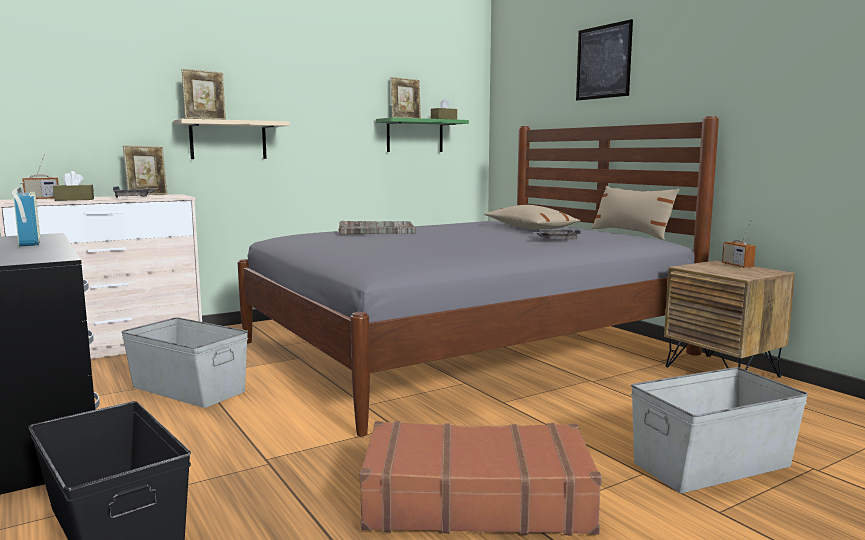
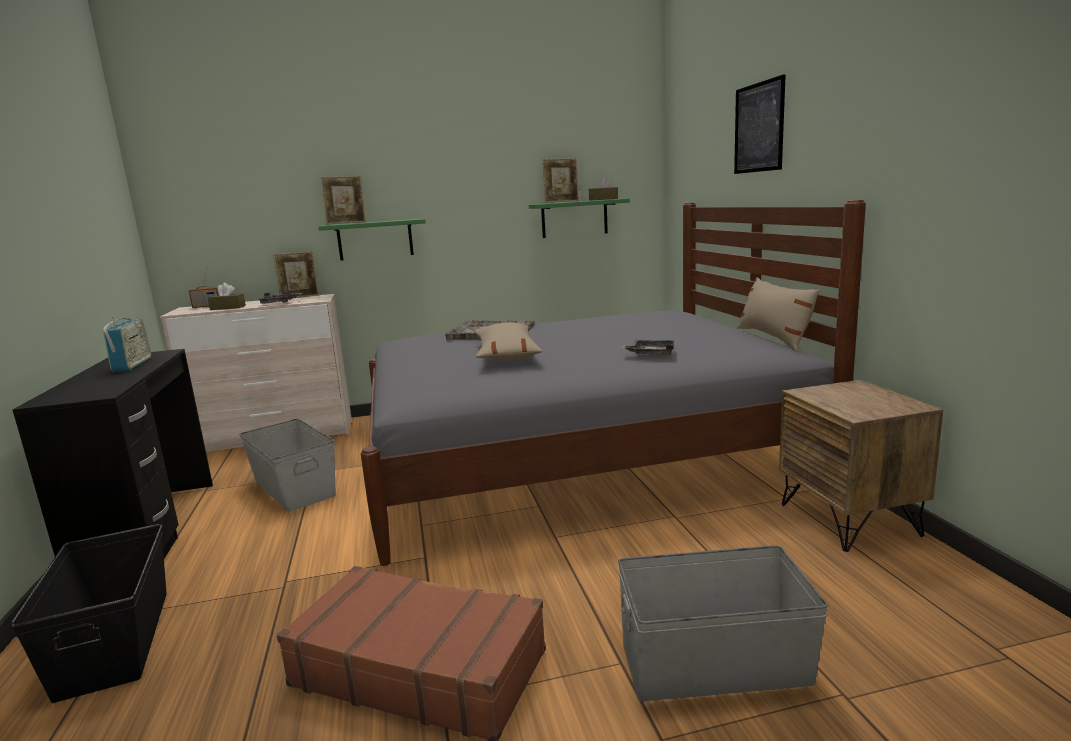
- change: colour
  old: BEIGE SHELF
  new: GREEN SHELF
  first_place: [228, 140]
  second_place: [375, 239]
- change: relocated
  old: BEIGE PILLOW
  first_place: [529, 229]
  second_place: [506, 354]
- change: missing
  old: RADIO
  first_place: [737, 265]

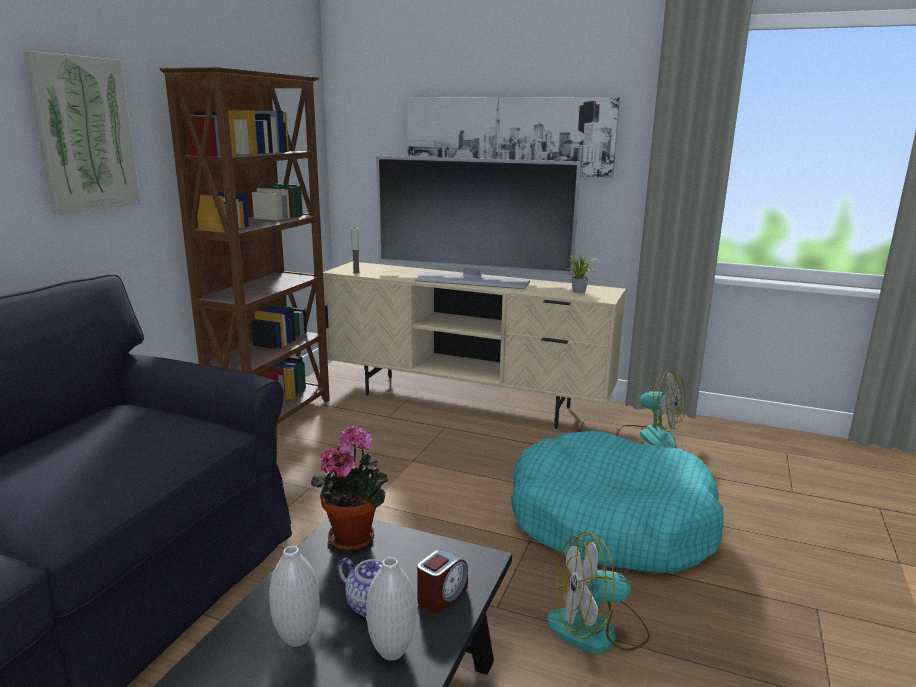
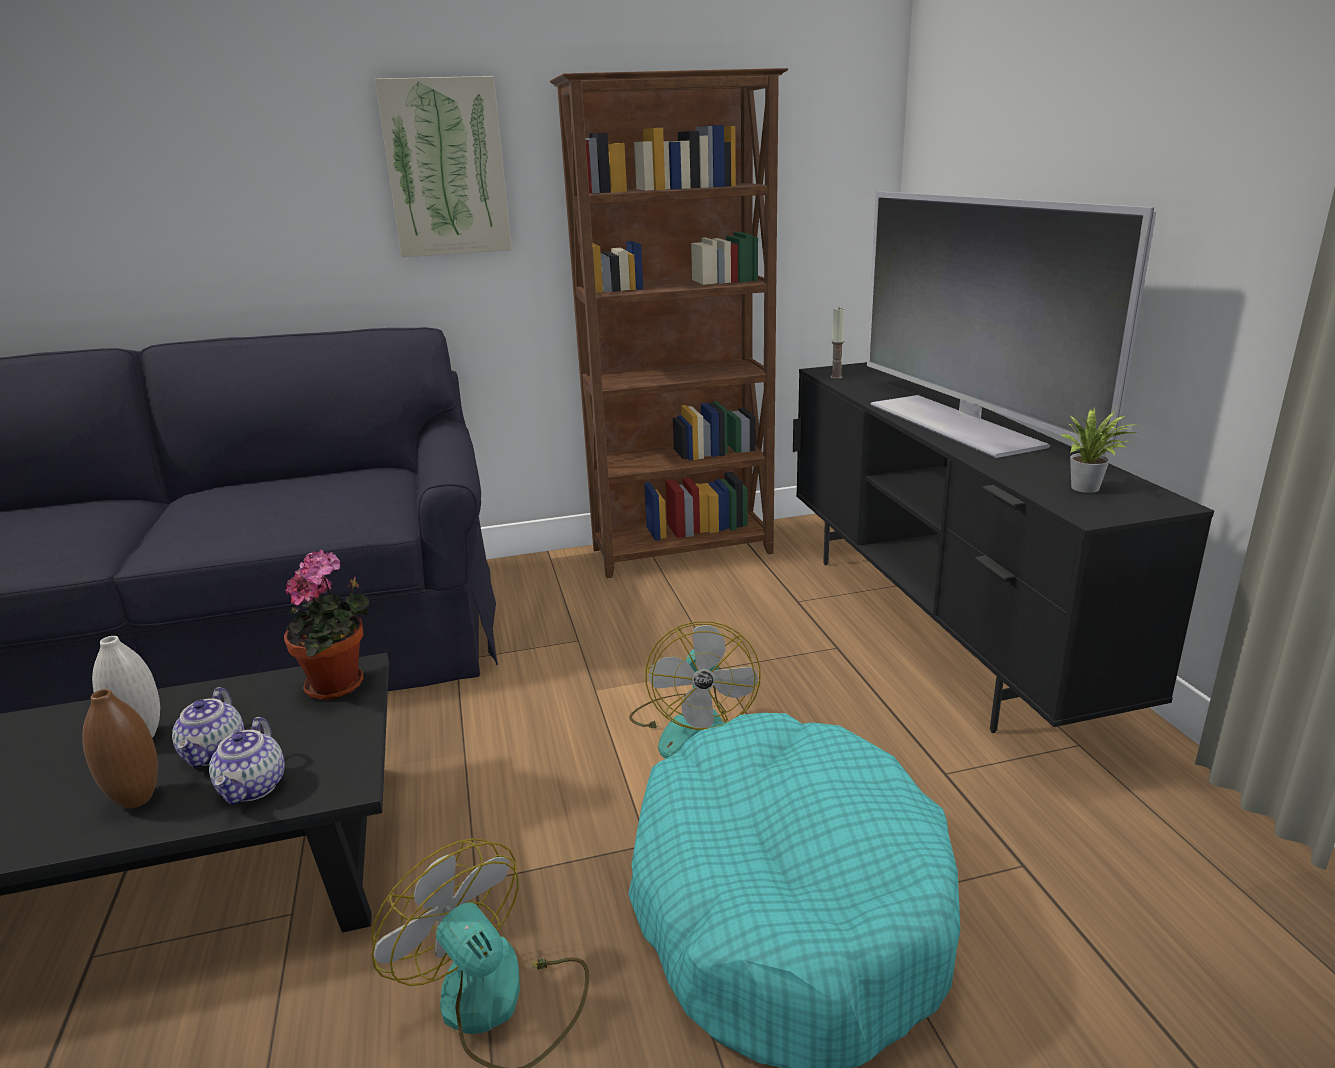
- change: colour
  old: BEIGE TV STAND
  new: BLACK TV STAND
  first_place: [467, 401]
  second_place: [936, 628]
- change: colour
  old: WHITE VASE
  new: BROWN VASE
  first_place: [392, 652]
  second_place: [137, 799]
- change: missing
  old: PICTURE
  first_place: [507, 135]
- change: exchanged
  old: ALARM CLOCK
  new: TEAPOT
  first_place: [442, 596]
  second_place: [254, 787]
- change: relocated
  old: FAN
  first_place: [648, 437]
  second_place: [691, 725]

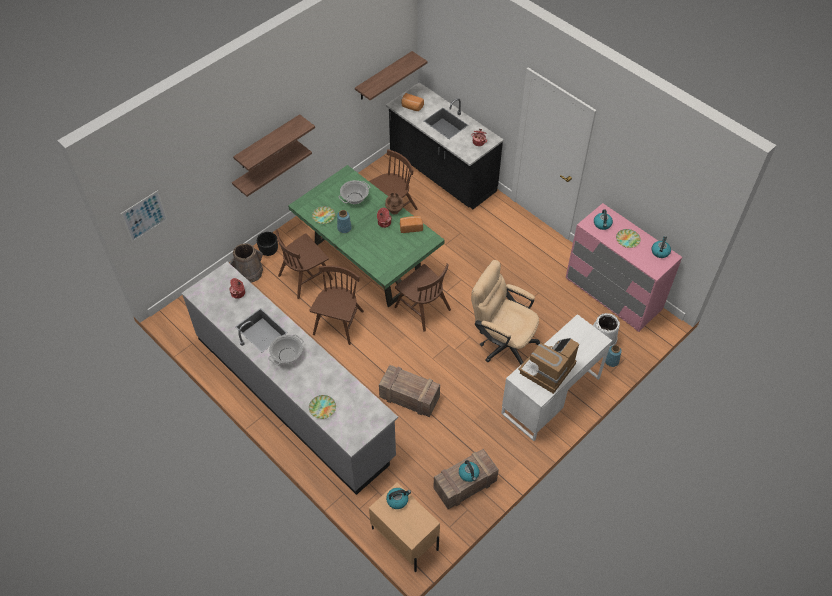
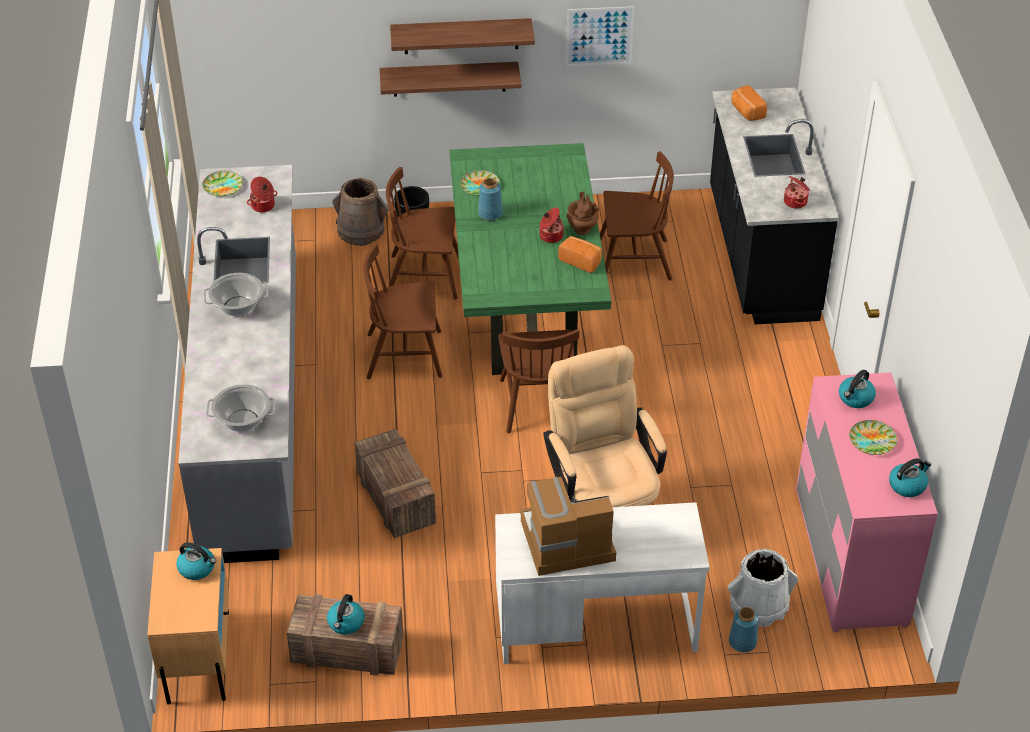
- change: relocated
  old: PICTURE
  first_place: [144, 216]
  second_place: [599, 36]
- change: spun
  old: BROWN CHAIR
  first_place: [338, 323]
  second_place: [405, 355]
  degrees: -150
- change: relocated
  old: PLATE
  first_place: [322, 408]
  second_place: [223, 186]
- change: relocated
  old: COOKING POT
  first_place: [355, 198]
  second_place: [243, 420]
- change: missing
  old: SHELF
  first_place: [384, 76]

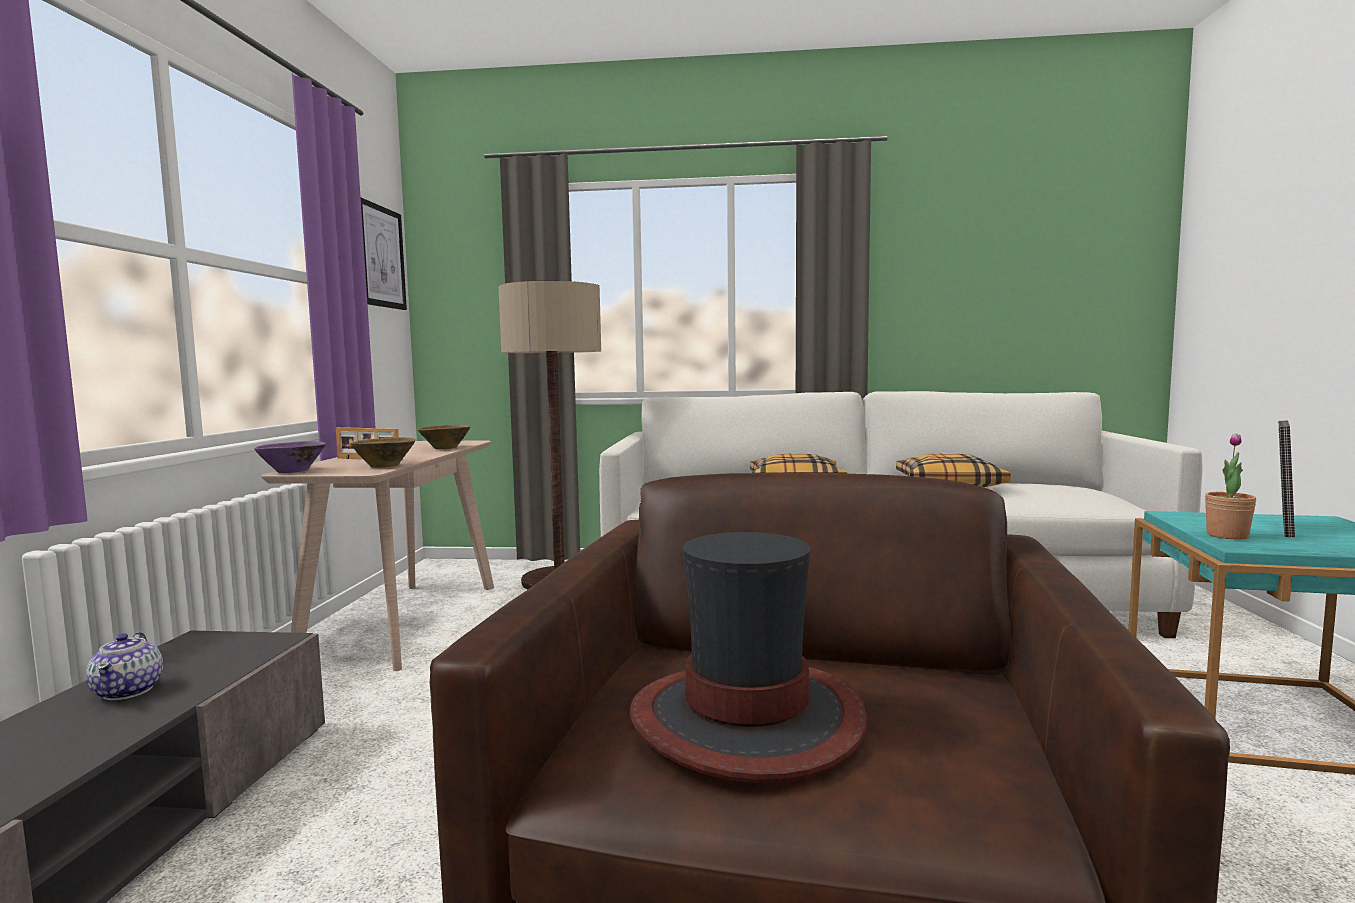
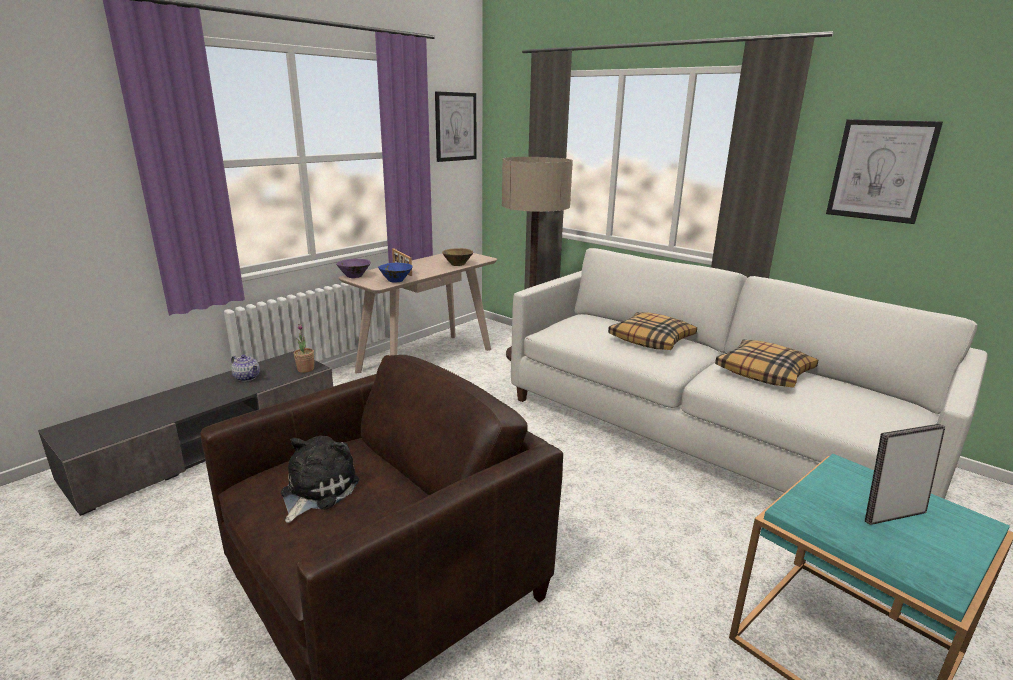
- change: spun
  old: TEAPOT
  first_place: [129, 691]
  second_place: [247, 377]
  degrees: -75
- change: colour
  old: BROWN BOWL
  new: BLUE BOWL
  first_place: [385, 466]
  second_place: [396, 280]
- change: exchanged
  old: HAT
  new: PLUSH TOY
  first_place: [747, 719]
  second_place: [316, 490]
- change: relocated
  old: POTTED PLANT
  first_place: [1227, 536]
  second_place: [305, 369]
- change: appeared
  new: PICTURE
  second_place: [880, 170]

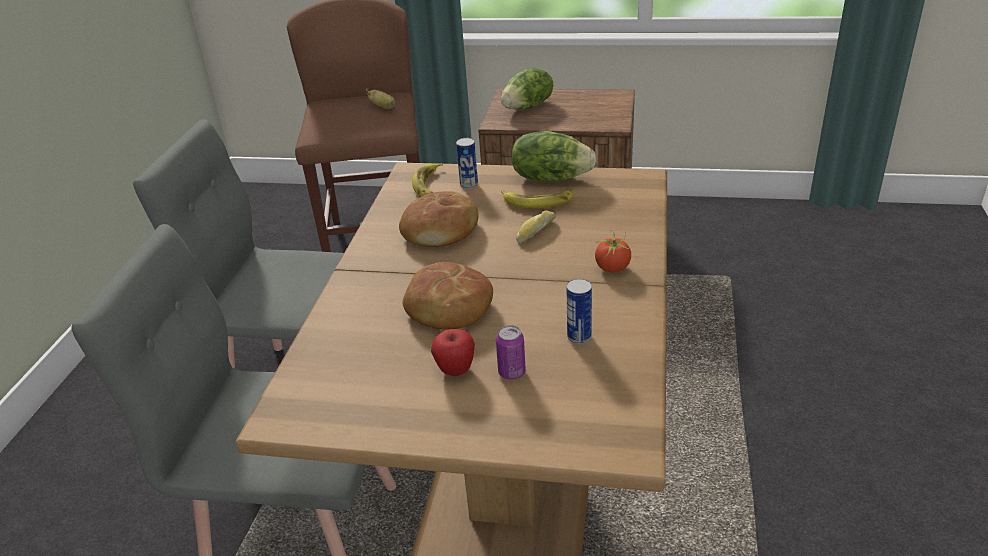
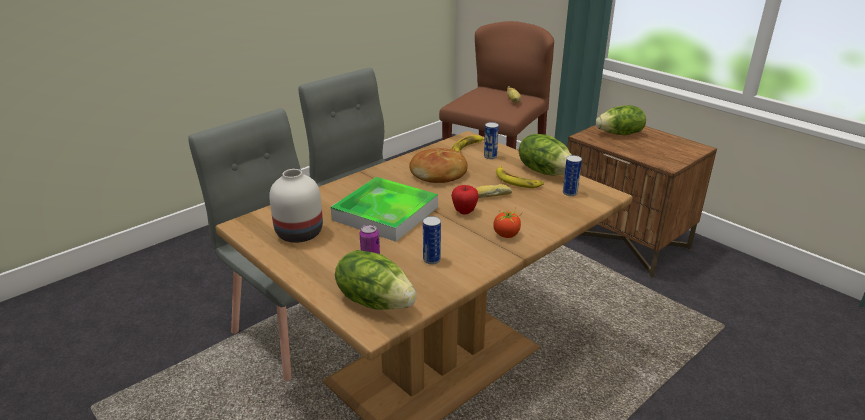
- change: exchanged
  old: BREAD
  new: TRAY
  first_place: [448, 308]
  second_place: [385, 213]
- change: relocated
  old: APPLE
  first_place: [455, 370]
  second_place: [464, 211]
- change: appeared
  new: WHITE VASE
  second_place: [299, 234]
- change: appeared
  new: LETTUCE
  second_place: [375, 301]
- change: appeared
  new: CAN
  second_place: [569, 193]

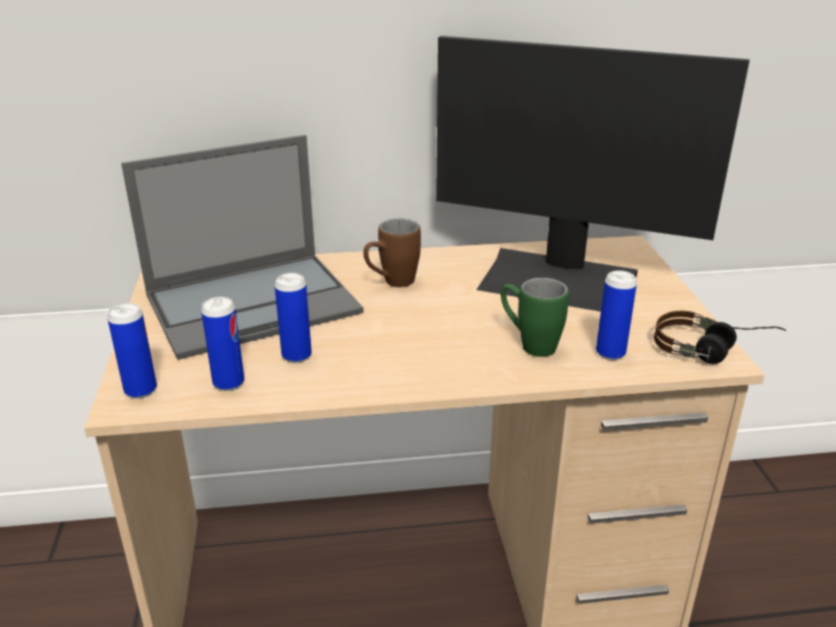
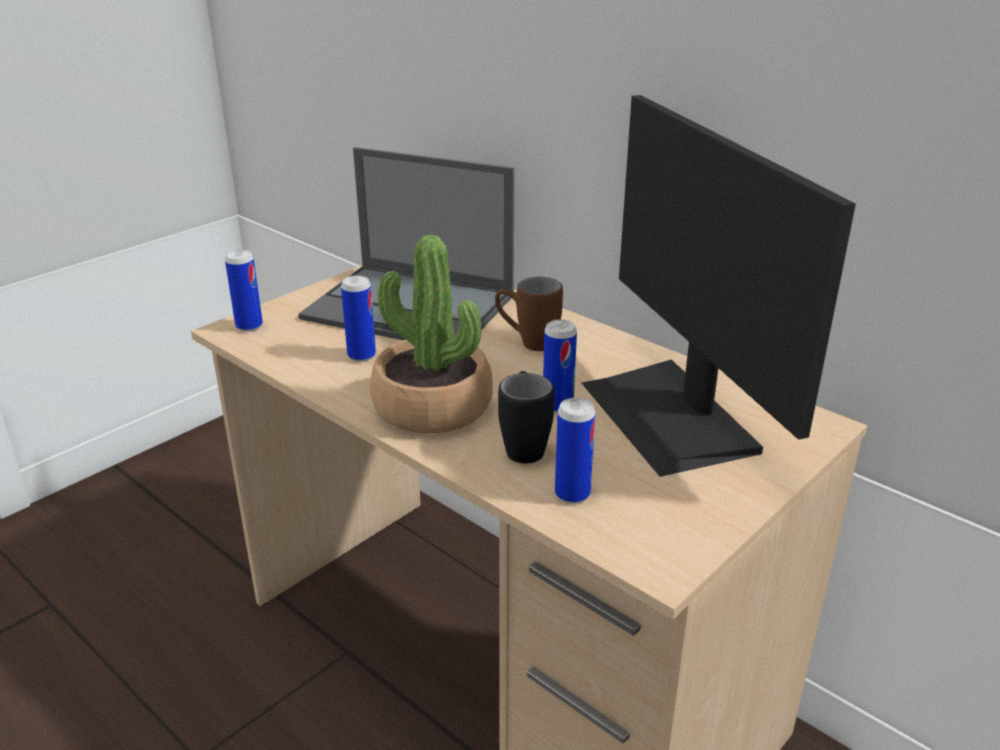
- change: relocated
  old: CAN
  first_place: [228, 383]
  second_place: [557, 406]
- change: colour
  old: GREEN MUG
  new: BLACK MUG
  first_place: [529, 344]
  second_place: [524, 445]
- change: missing
  old: HEADPHONES
  first_place: [712, 352]
- change: appeared
  new: POTTED PLANT
  second_place: [432, 406]

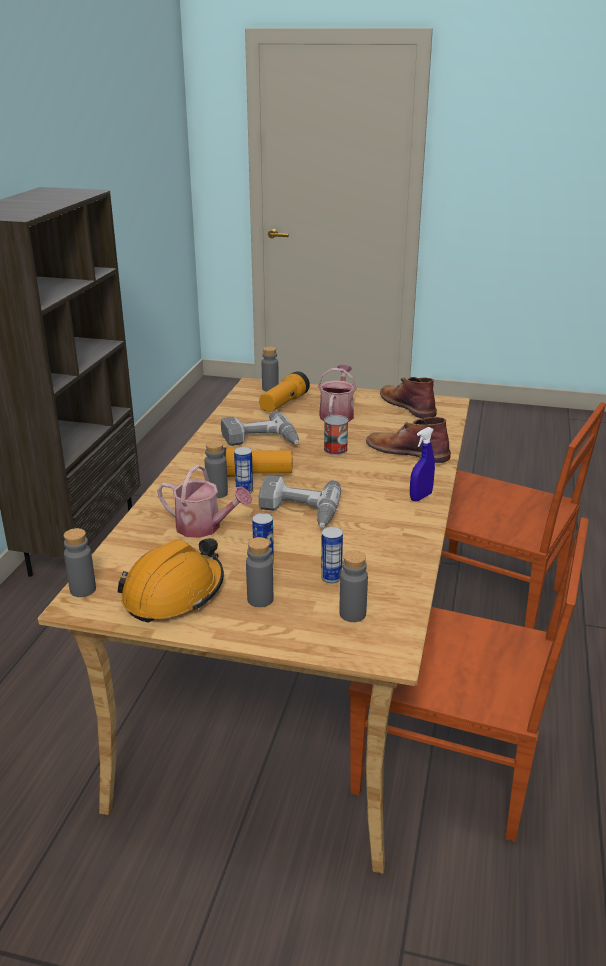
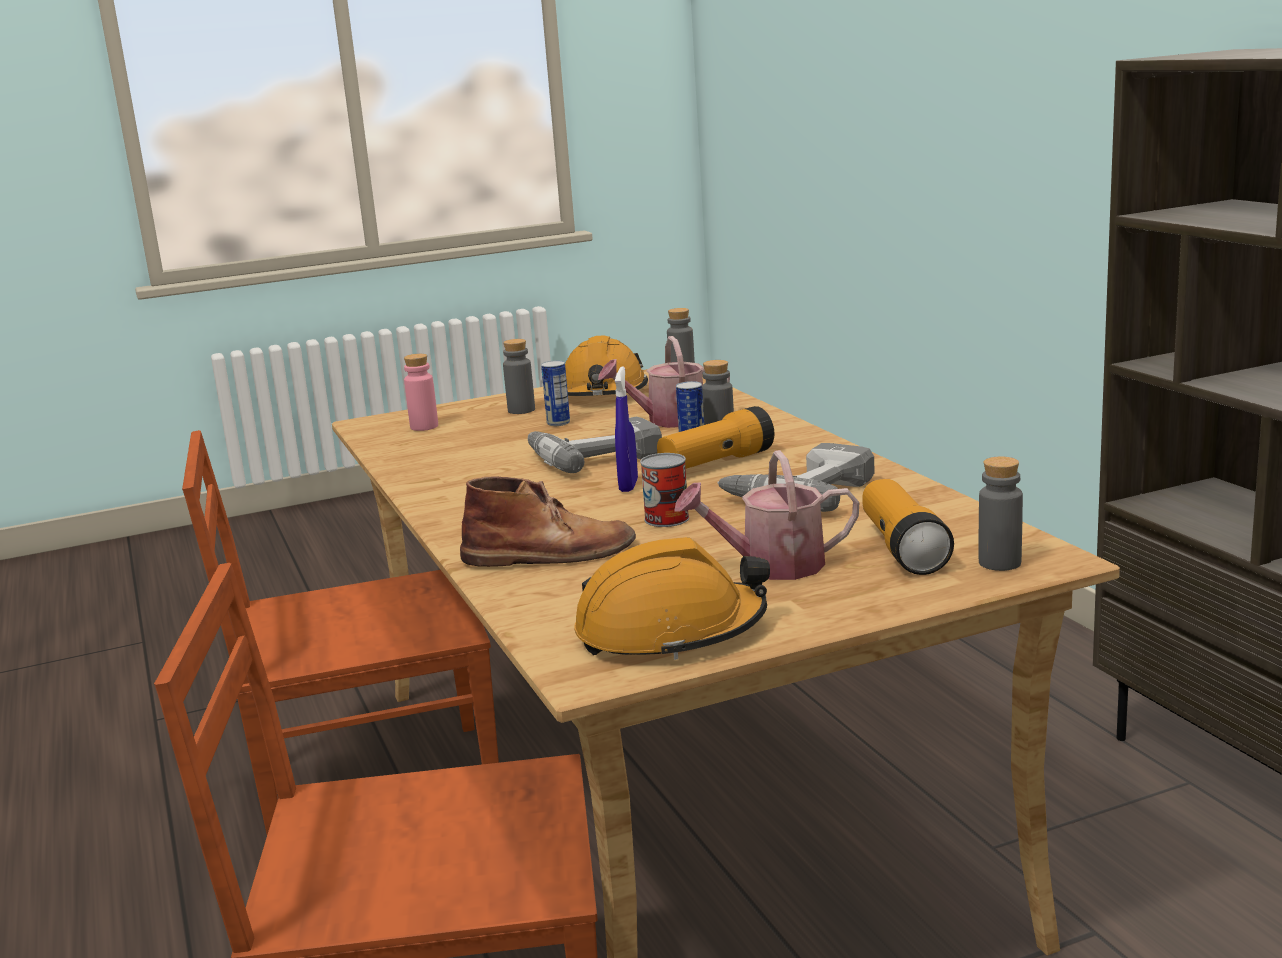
- change: spun
  old: WATERING CAN
  first_place: [337, 414]
  second_place: [771, 566]
  degrees: 105
- change: missing
  old: CAN
  first_place: [331, 578]
- change: colour
  old: GREY BOTTLE
  new: PINK BOTTLE
  first_place: [352, 614]
  second_place: [424, 427]
- change: exchanged
  old: BROWN BOOT
  new: ORANGE HARD HAT
  first_place: [407, 405]
  second_place: [670, 632]
- change: relocated
  old: BLUE SPRAY BOTTLE
  first_place: [420, 497]
  second_place: [628, 485]

